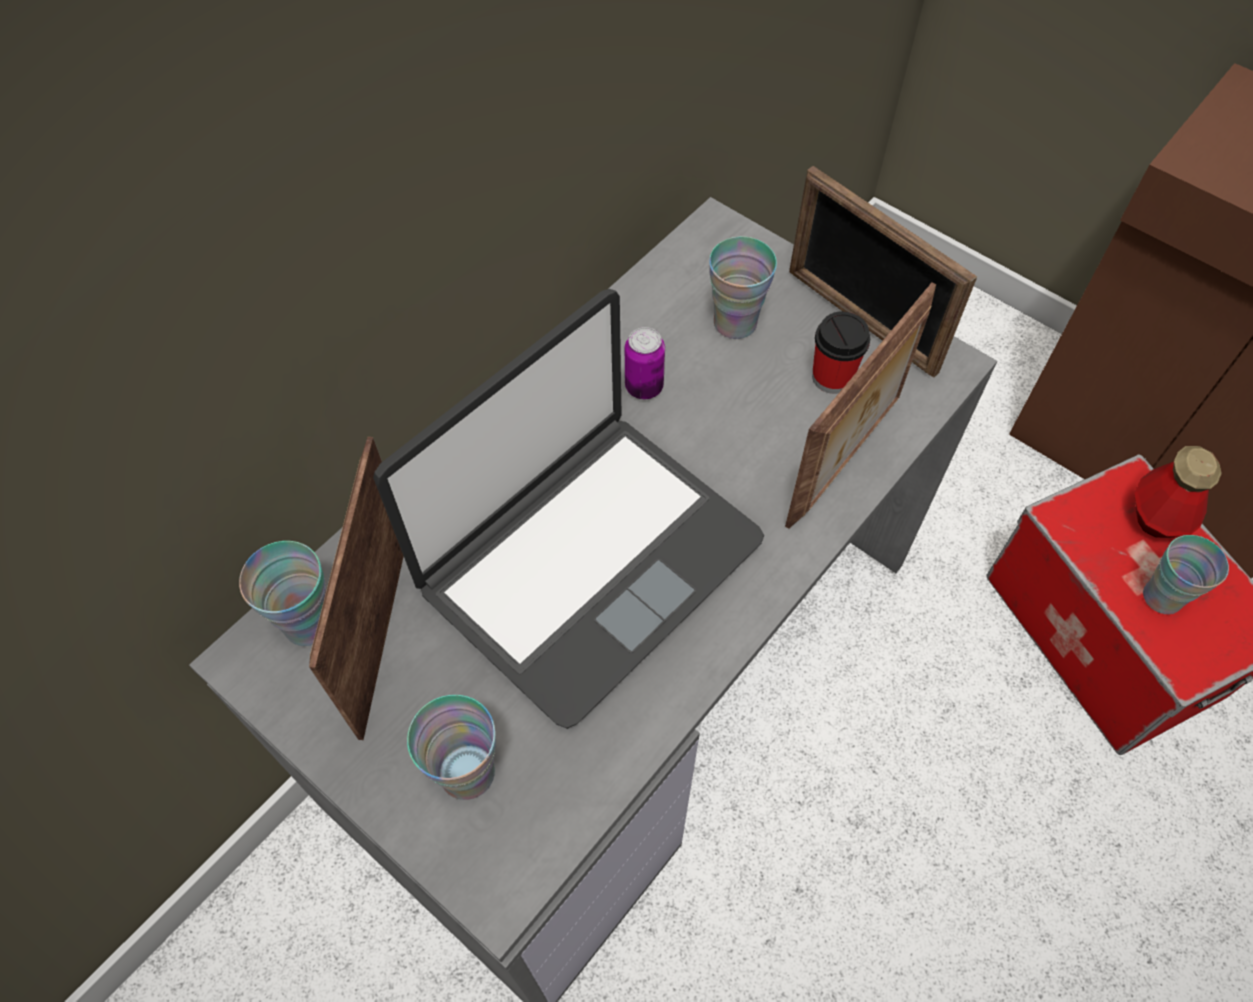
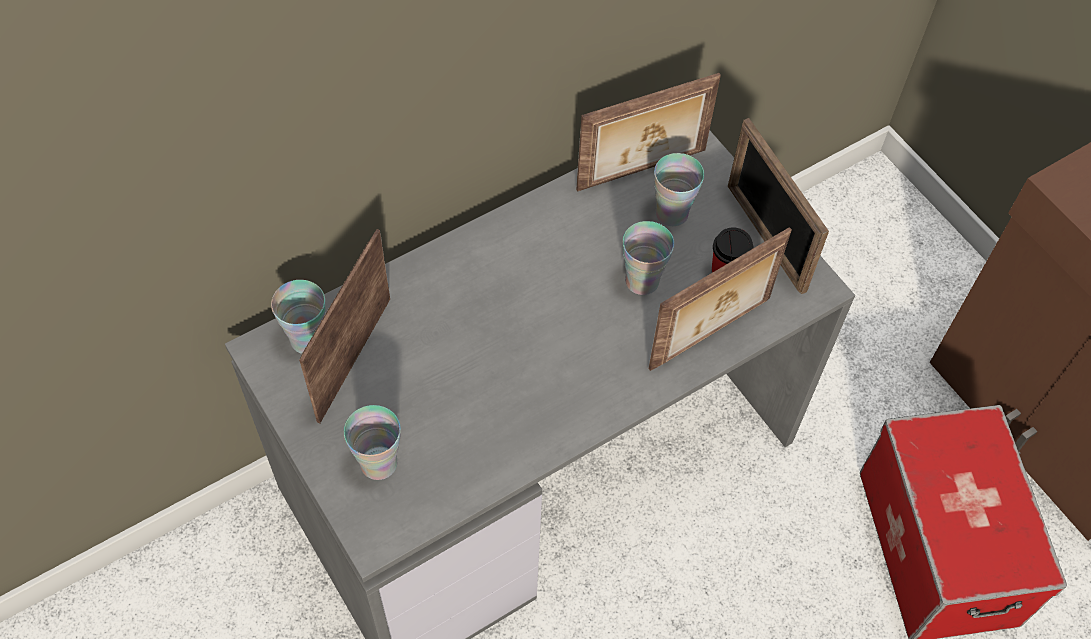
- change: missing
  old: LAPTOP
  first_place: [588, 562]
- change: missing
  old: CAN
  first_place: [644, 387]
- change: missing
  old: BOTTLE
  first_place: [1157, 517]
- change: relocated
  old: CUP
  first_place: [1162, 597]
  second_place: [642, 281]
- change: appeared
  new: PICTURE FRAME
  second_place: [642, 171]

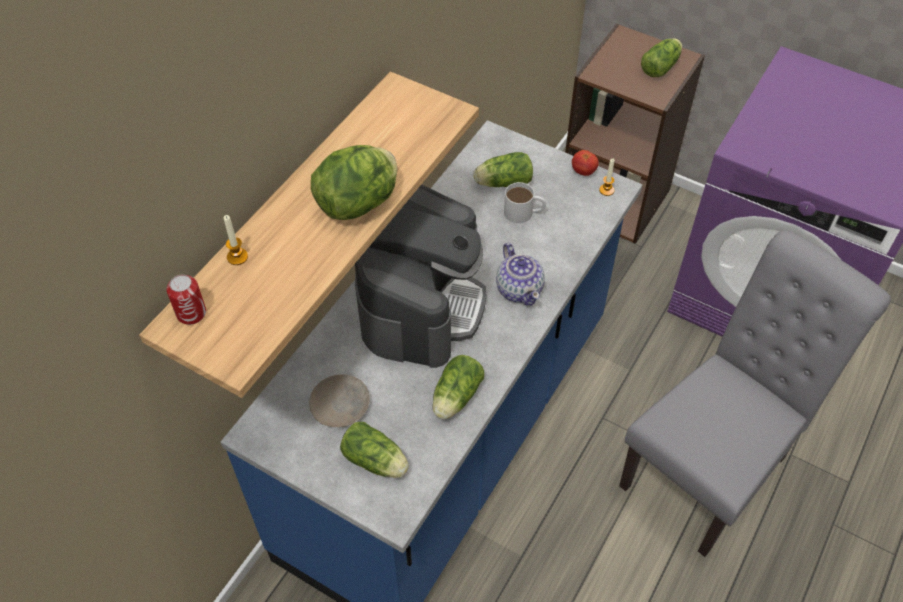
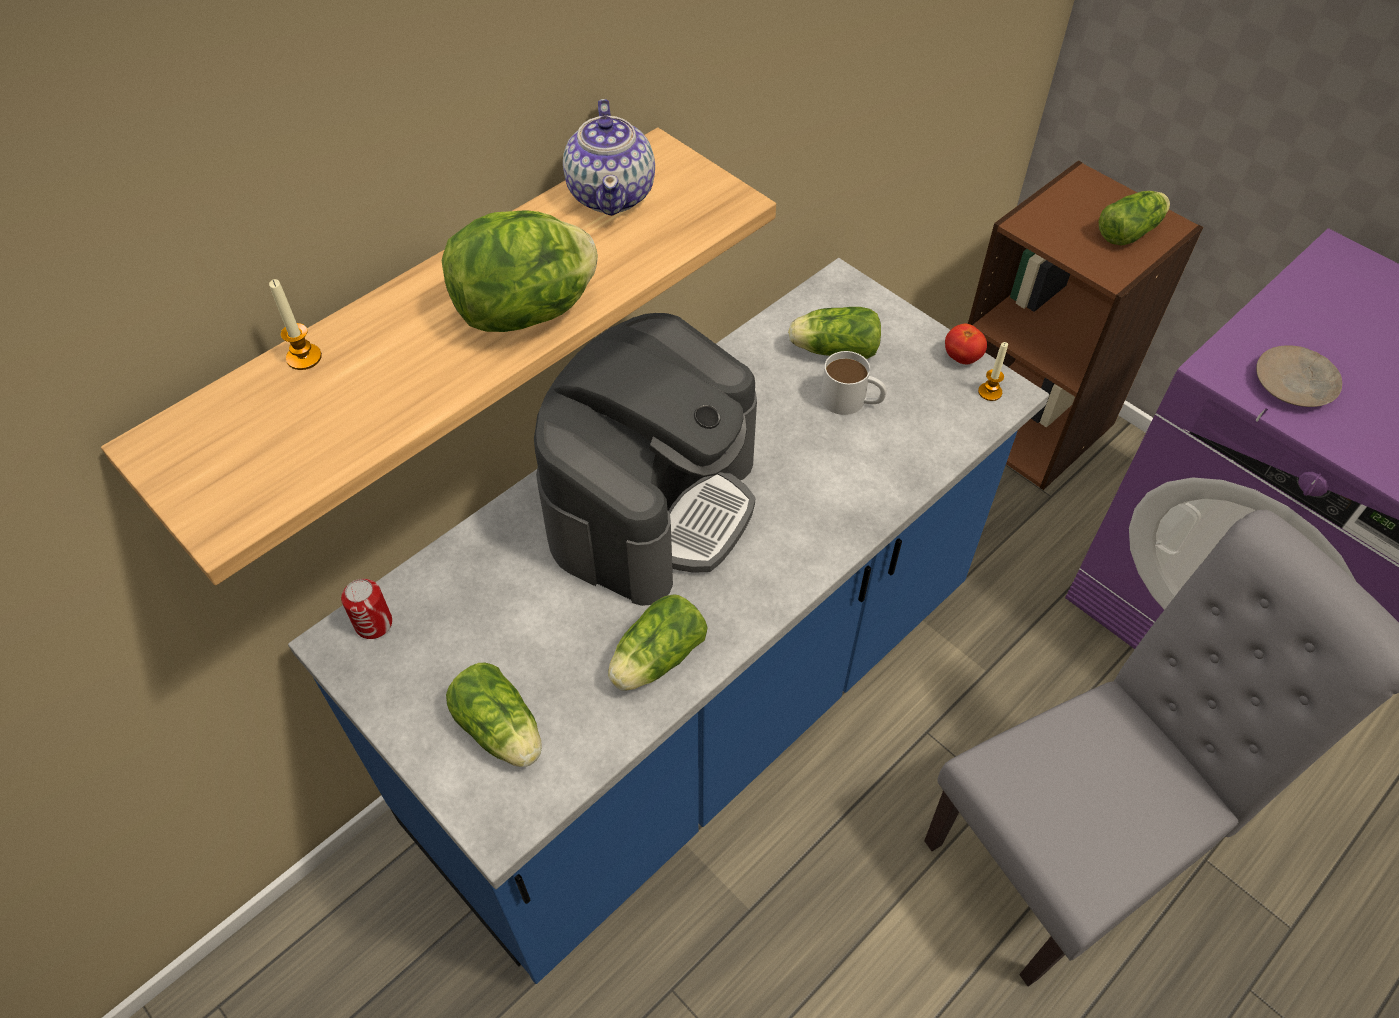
- change: relocated
  old: CAN
  first_place: [191, 313]
  second_place: [374, 624]
- change: relocated
  old: BEIGE PLATE
  first_place: [341, 404]
  second_place: [1294, 384]
- change: relocated
  old: TEAPOT
  first_place: [519, 289]
  second_place: [612, 194]

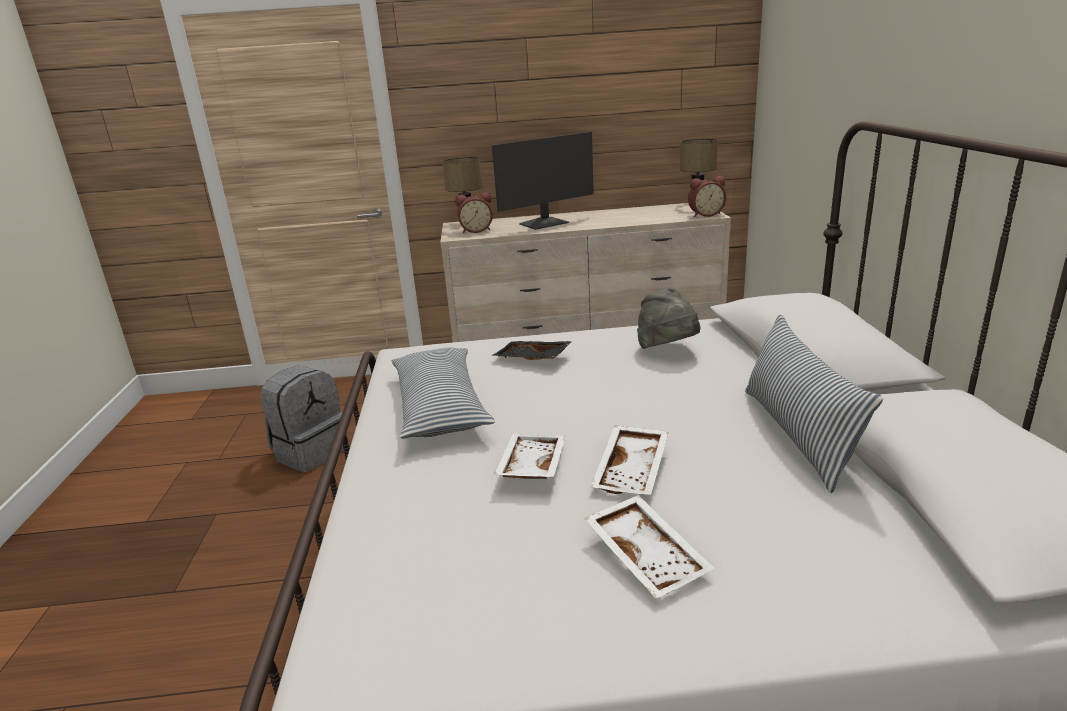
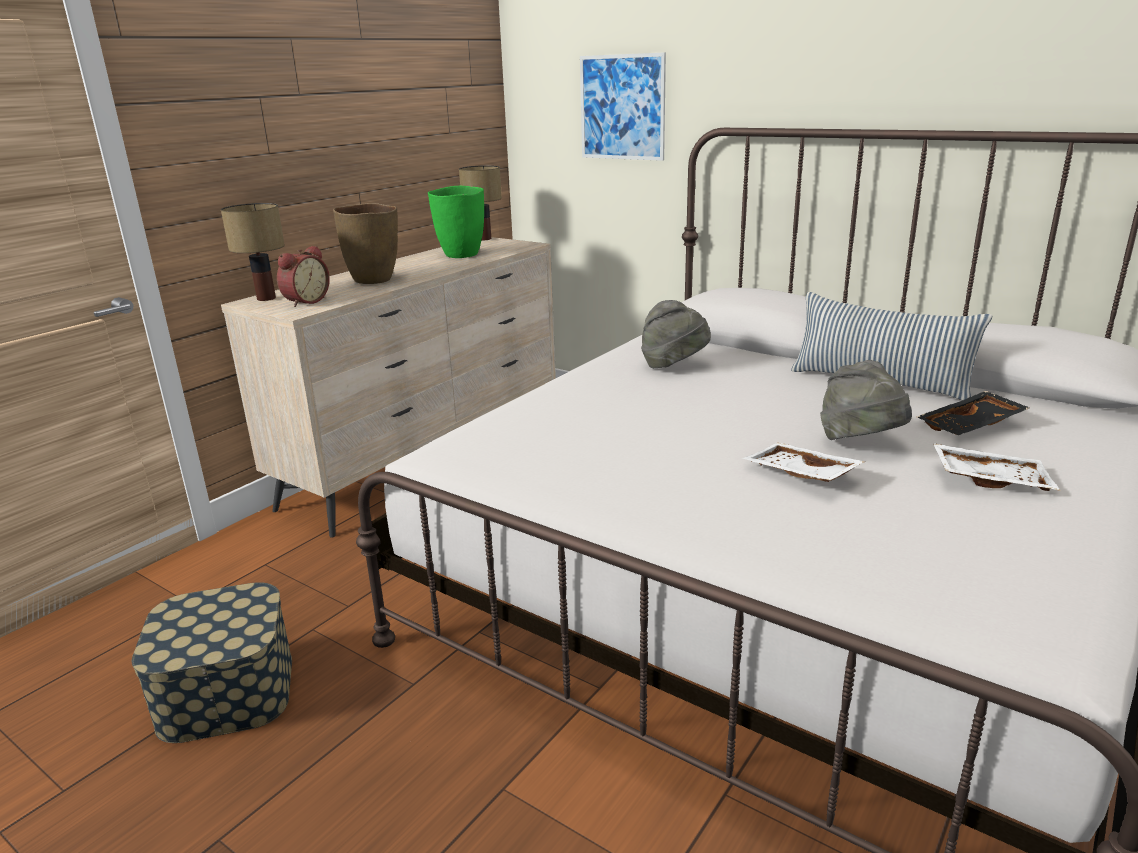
- change: exchanged
  old: GREY BACKPACK
  new: STORAGE BOX
  first_place: [311, 452]
  second_place: [226, 691]
- change: missing
  old: PILLOW
  first_place: [440, 406]
- change: exchanged
  old: MONITOR
  new: BROWN VASE
  first_place: [544, 223]
  second_place: [374, 280]
- change: relocated
  old: BLACK TRAY
  first_place: [532, 359]
  second_place: [971, 426]
- change: exchanged
  old: WHITE TRAY
  new: GREY HAT
  first_place: [633, 471]
  second_place: [861, 443]
- change: missing
  old: ALARM CLOCK
  first_place: [705, 214]
- change: appeared
  new: GREEN VASE
  second_place: [461, 255]
- change: appeared
  new: PICTURE
  second_place: [622, 107]

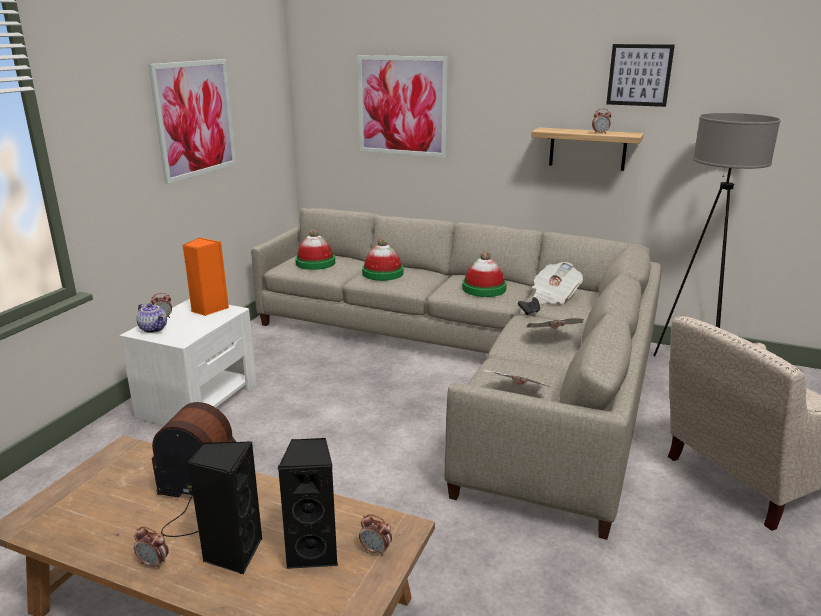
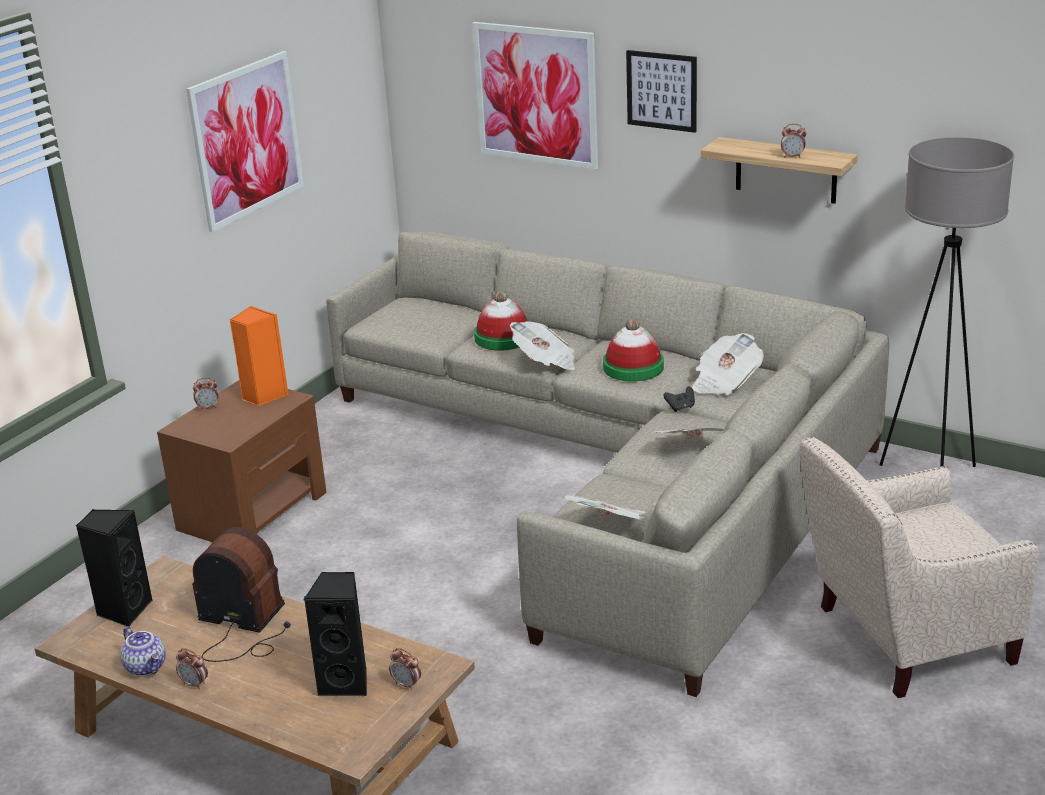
- change: colour
  old: WHITE NIGHTSTAND
  new: BROWN NIGHTSTAND
  first_place: [199, 400]
  second_place: [253, 510]
- change: relocated
  old: TEAPOT
  first_place: [154, 329]
  second_place: [147, 667]
- change: relocated
  old: BLACK SPEAKER
  first_place: [232, 553]
  second_place: [123, 610]
- change: missing
  old: HAT
  first_place: [315, 263]
- change: relocated
  old: PICTURE
  first_place: [639, 75]
  second_place: [662, 90]
- change: appeared
  new: NEWSPAPER
  second_place: [545, 362]

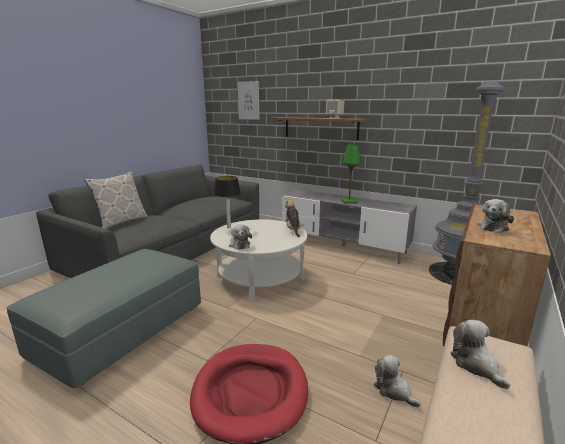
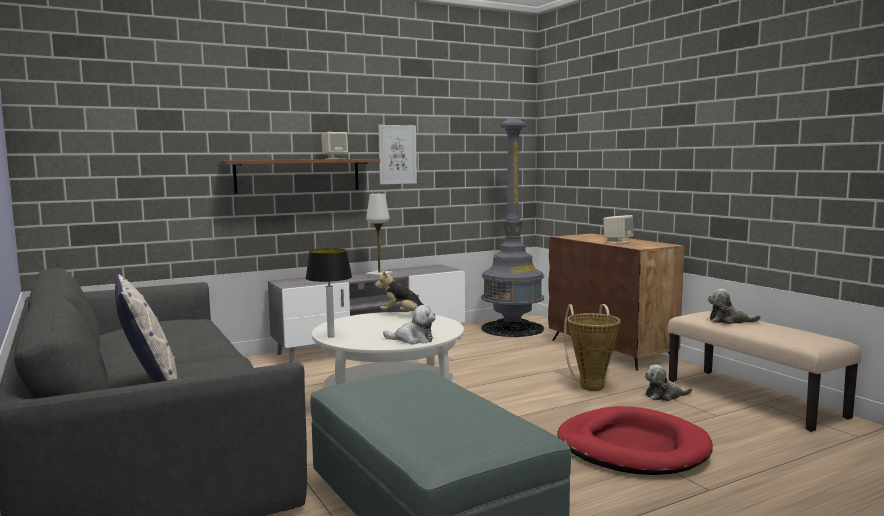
- change: relocated
  old: PICTURE
  first_place: [248, 100]
  second_place: [397, 154]
- change: colour
  old: GREEN TABLE LAMP
  new: WHITE TABLE LAMP
  first_place: [349, 201]
  second_place: [379, 275]
- change: exchanged
  old: PLUSH TOY
  new: BEIGE SPEAKER
  first_place: [493, 227]
  second_place: [617, 242]
- change: appeared
  new: BASKET
  second_place: [591, 385]

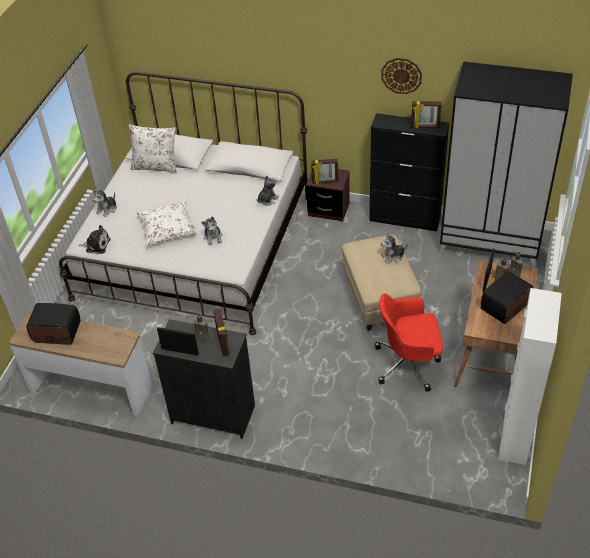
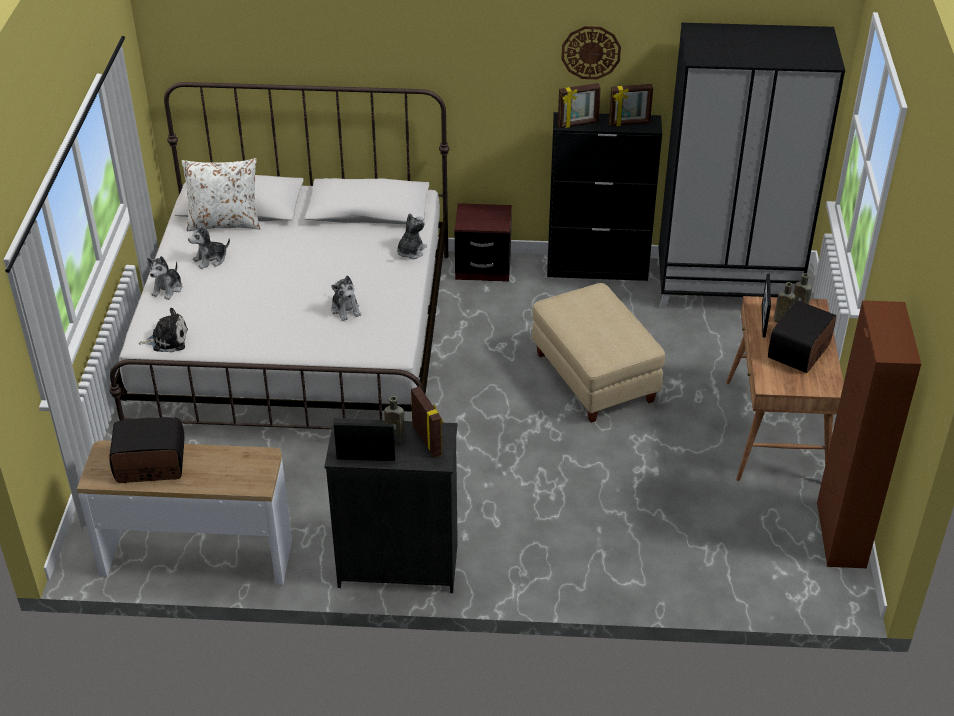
- change: missing
  old: WHITE PILLOW
  first_place: [168, 229]
- change: relocated
  old: PICTURE FRAME
  first_place: [325, 182]
  second_place: [578, 124]
- change: missing
  old: RED OFFICE CHAIR
  first_place: [409, 363]
- change: relocated
  old: PLUSH TOY
  first_place: [393, 256]
  second_place: [211, 259]
- change: colour
  old: WHITE CABINET
  new: BROWN CABINET
  first_place: [515, 437]
  second_place: [841, 535]

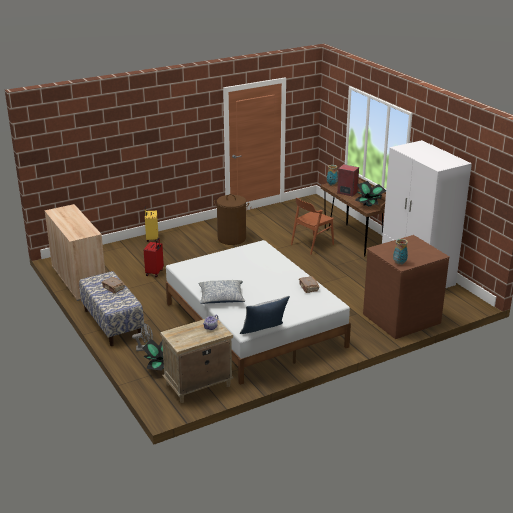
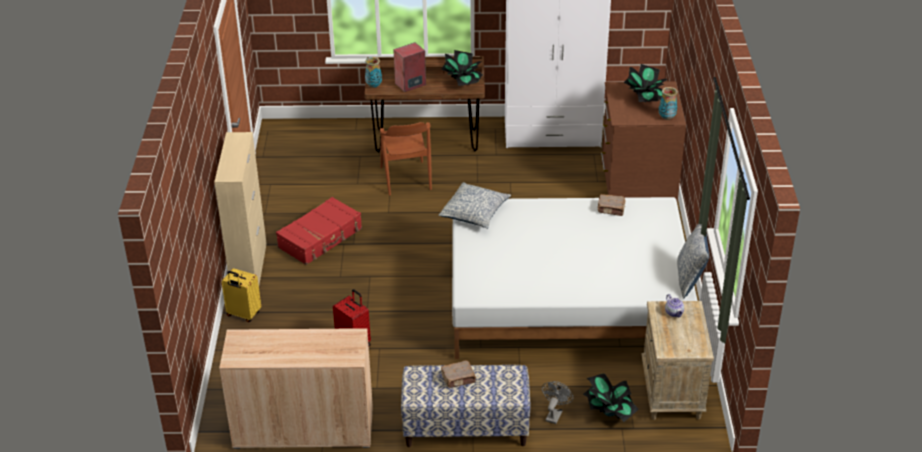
- change: relocated
  old: PILLOW
  first_place: [221, 298]
  second_place: [474, 213]
- change: exchanged
  old: BROWN LAUNDRY BASKET
  new: RED SUITCASE
  first_place: [232, 238]
  second_place: [321, 238]
- change: appeared
  new: BEIGE CABINET
  second_place: [249, 268]
- change: appeared
  new: POTTED PLANT
  second_place: [644, 99]

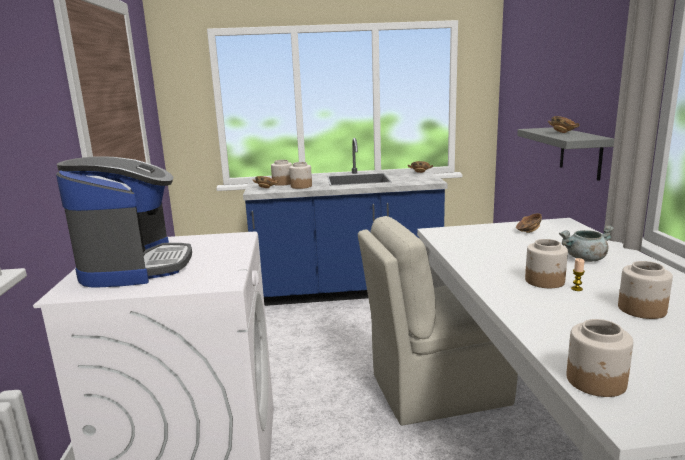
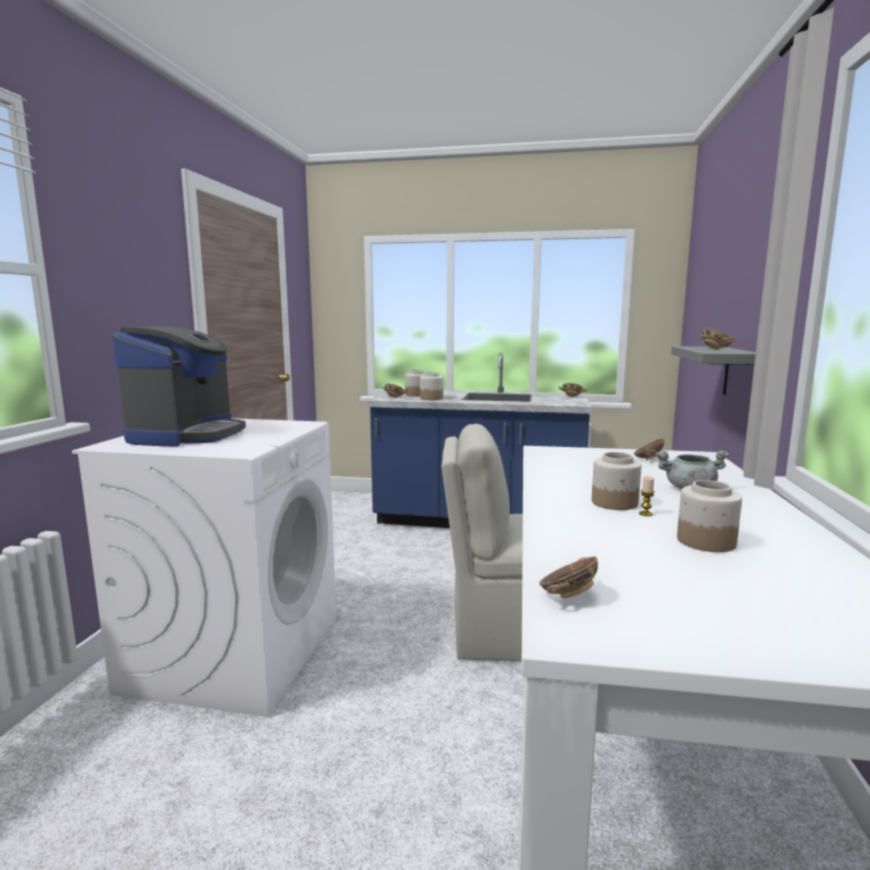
- change: exchanged
  old: JAR
  new: BOWL
  first_place: [596, 381]
  second_place: [567, 595]

